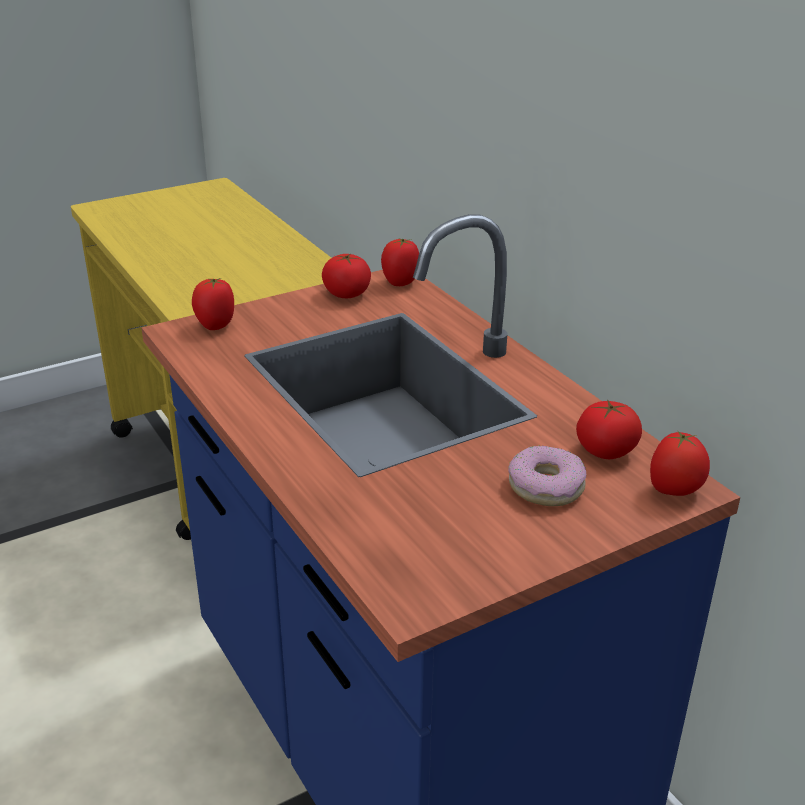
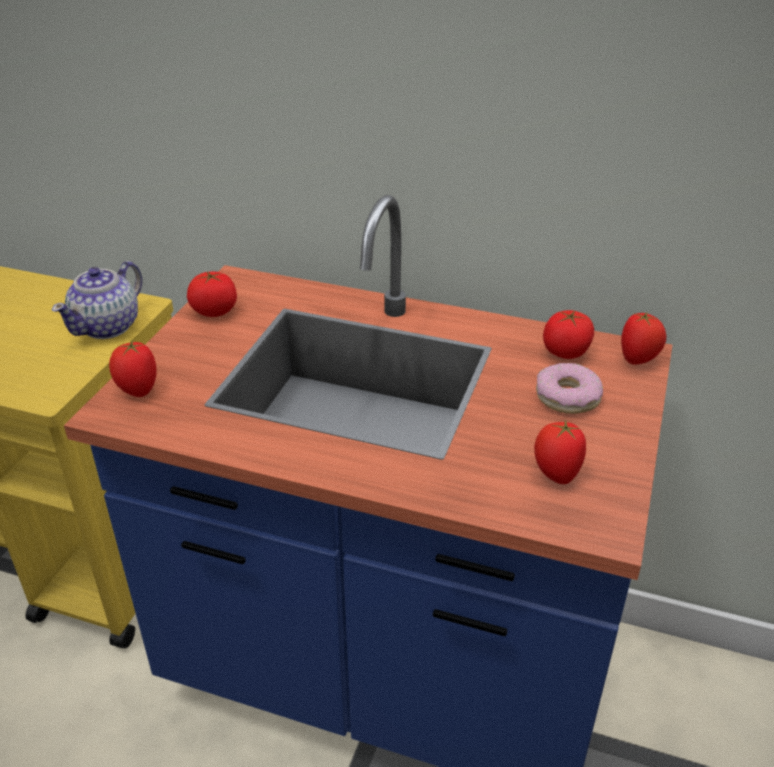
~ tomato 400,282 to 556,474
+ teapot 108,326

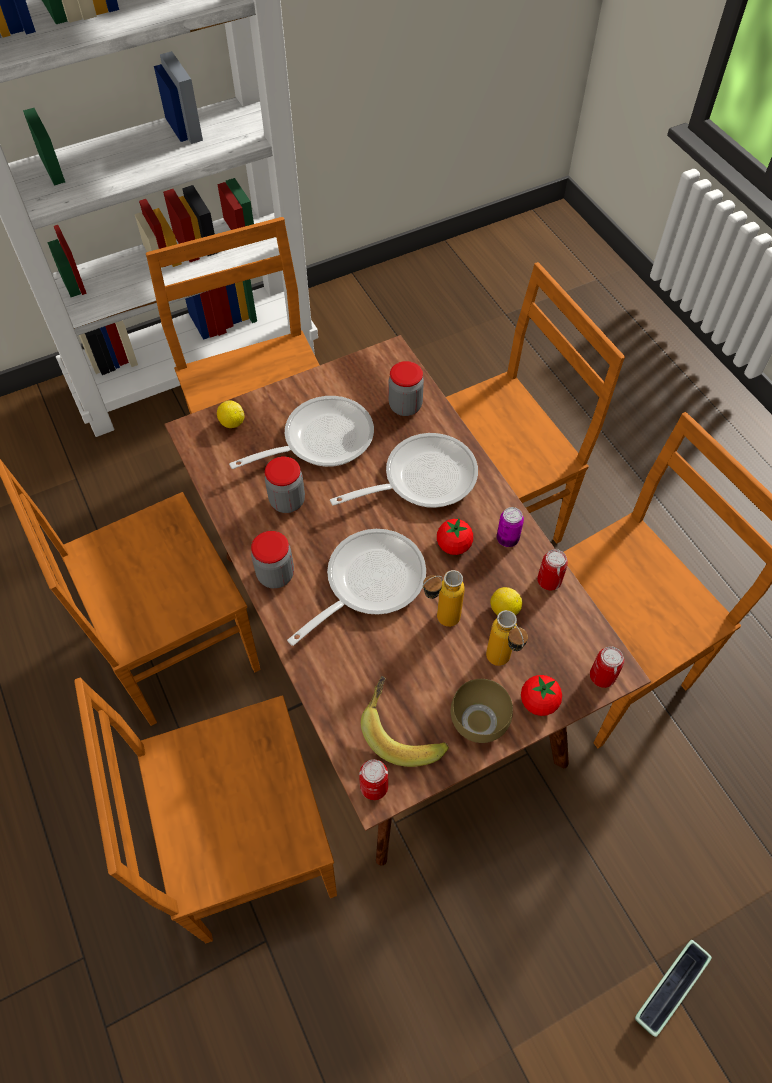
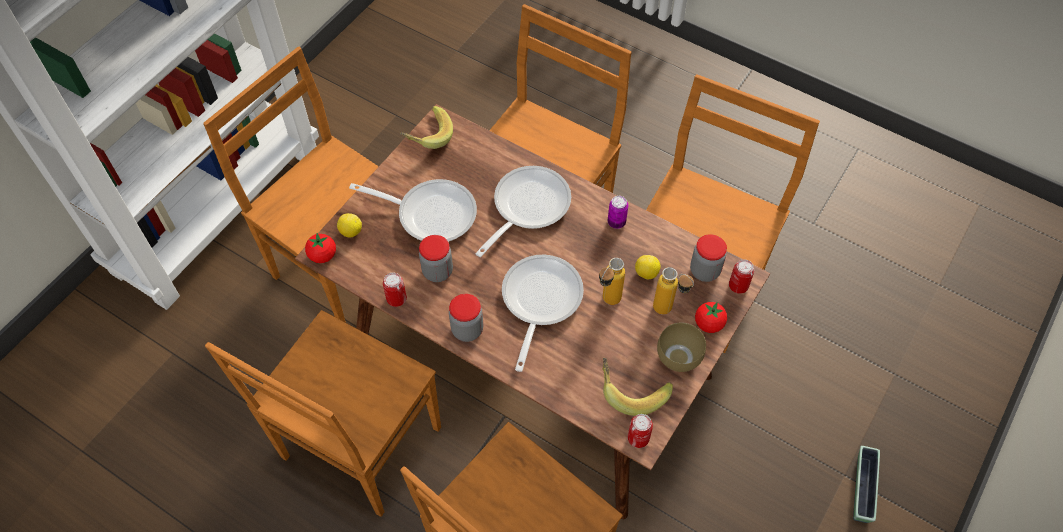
~ jar 405,406 to 704,271
~ frying pan 320,440 = 430,213 75 degrees clockwise
~ tomato 454,545 to 323,255
~ can 549,581 to 396,299
+ banana 426,136

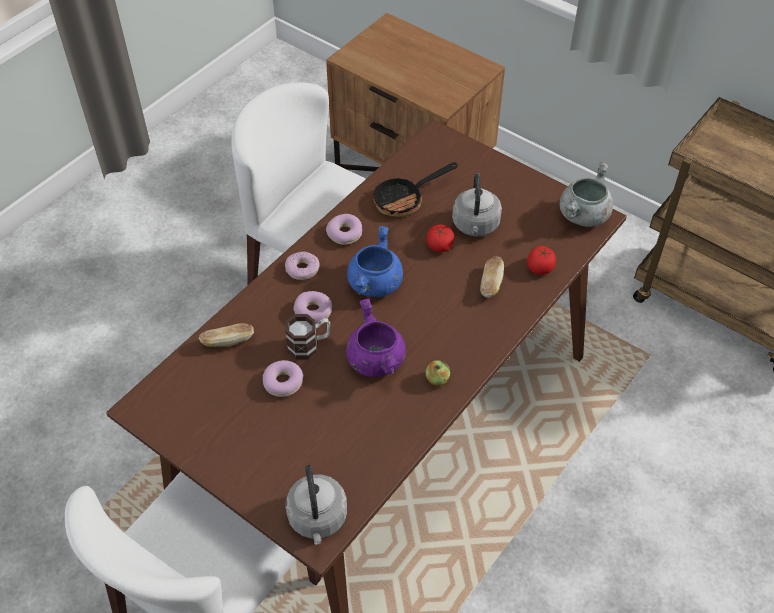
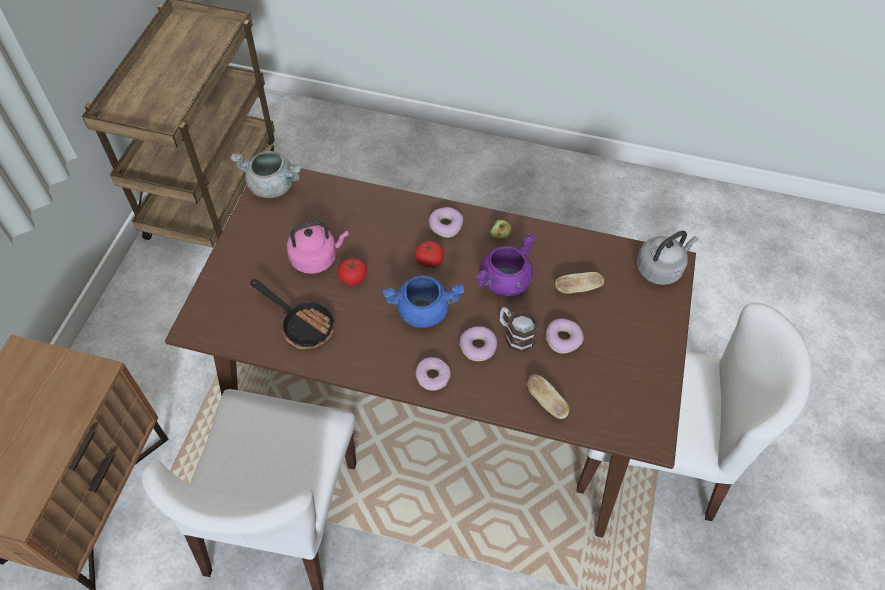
~ kettle (grey) 475,226 to kettle (pink) 316,258
~ donut 345,234 to 445,225
~ tomato 540,267 to 429,260
~ bread 490,284 to 577,288

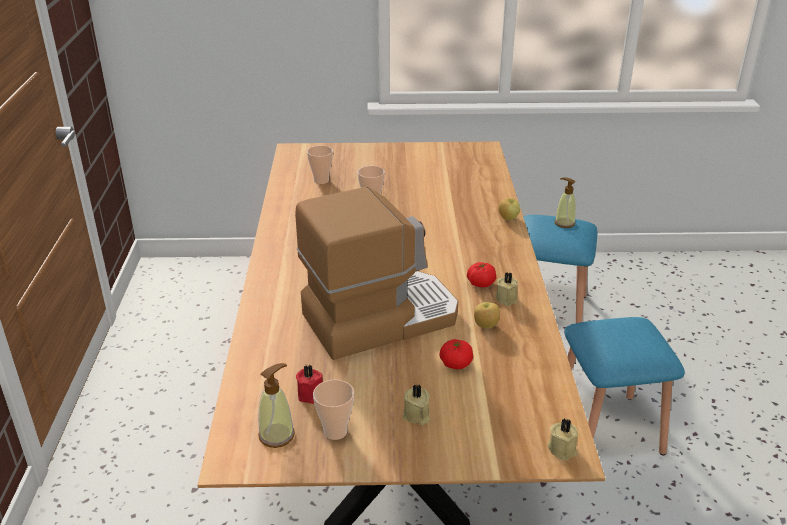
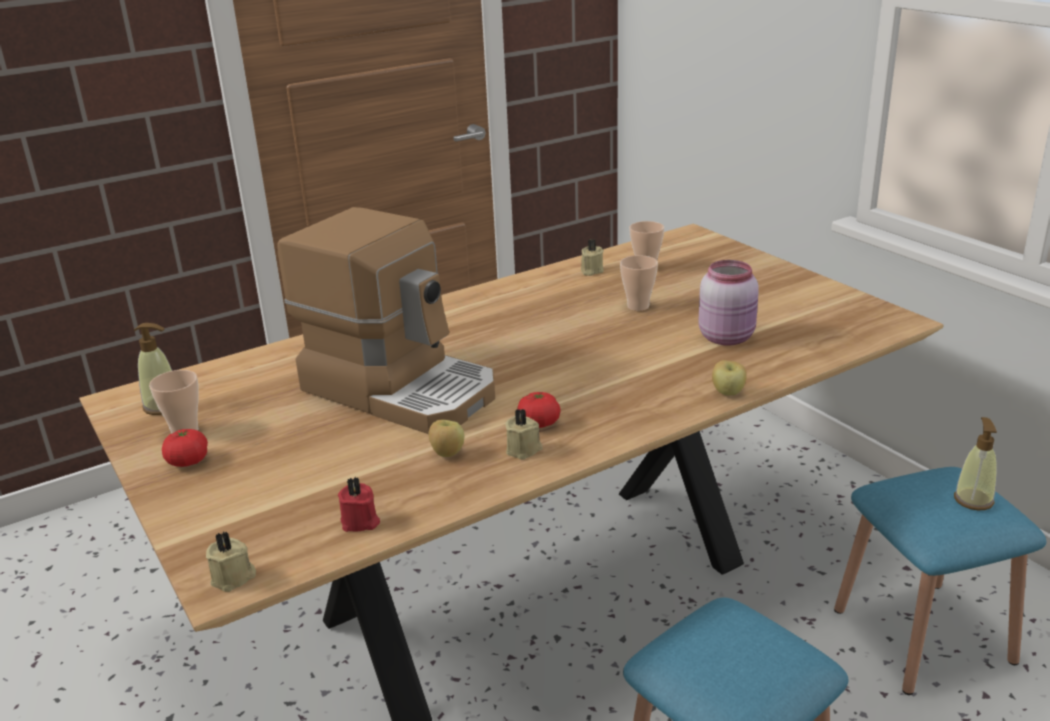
~ tomato 456,363 to 188,461
~ candle (red) 311,394 to 360,522
~ candle (beige) 416,416 to 591,271
+ jar (pink) 728,337

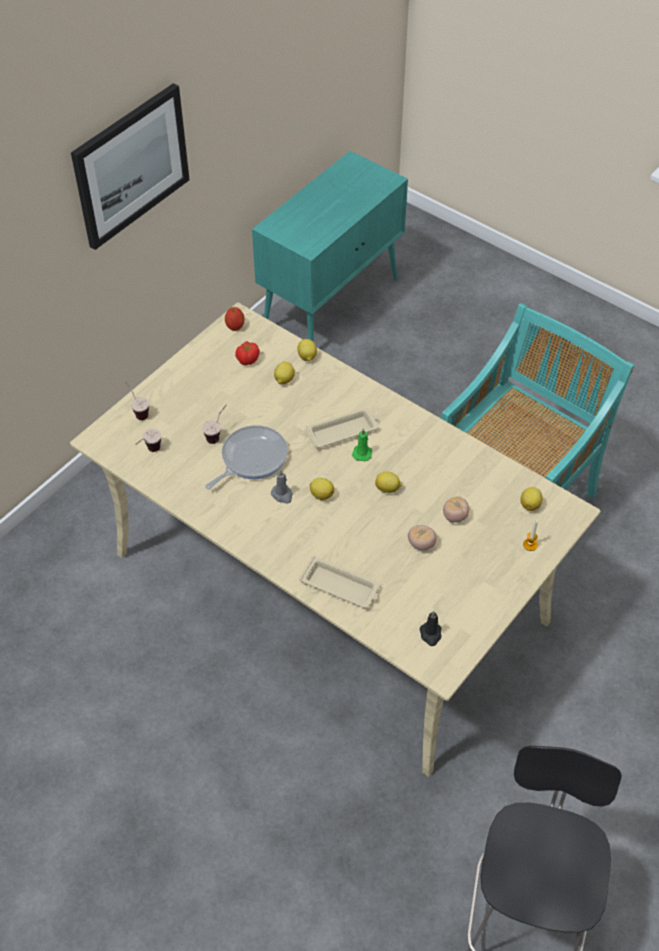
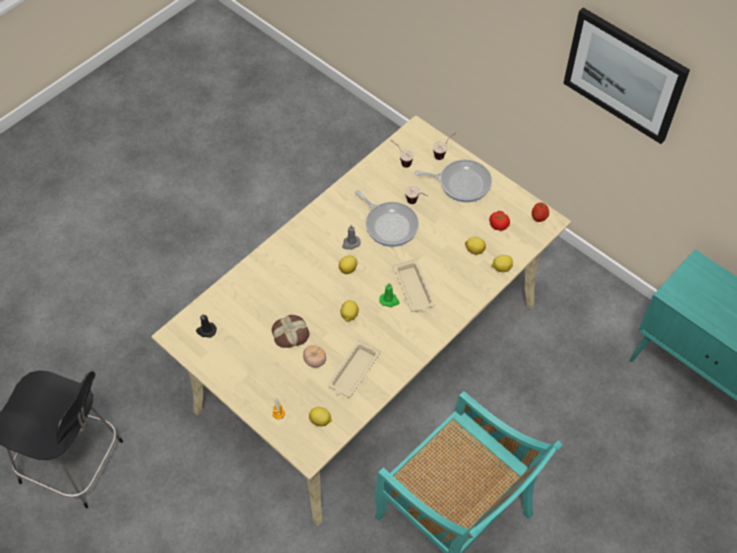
~ tomato 421,544 to bread 290,333
~ tray (beige) 341,586 to 353,371
+ frying pan 461,183

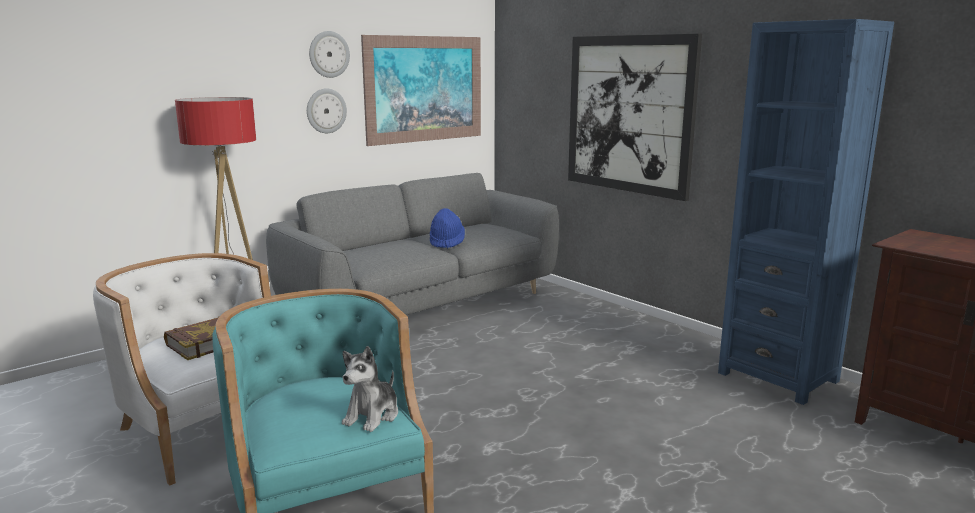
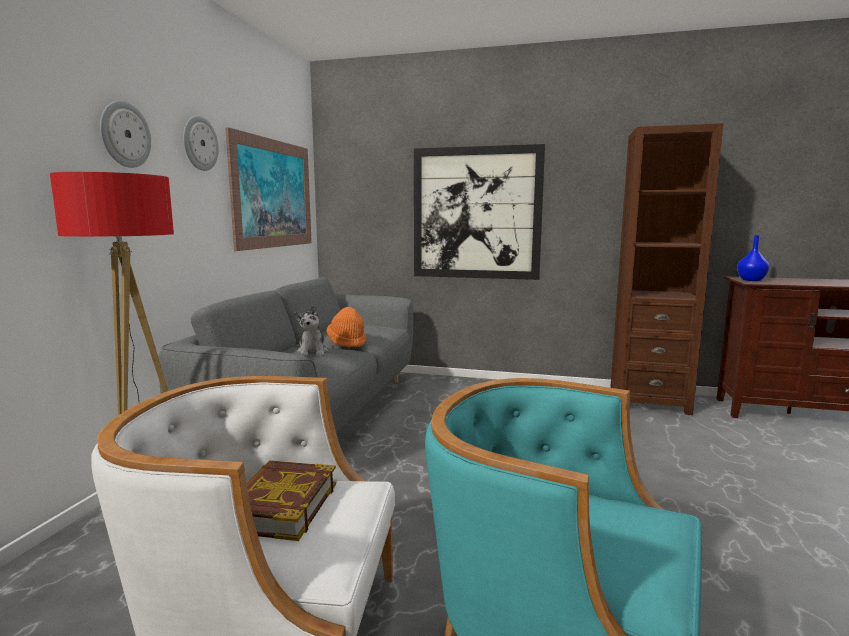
~ bookcase (blue) 778,377 to bookcase (brown) 648,401
~ wall clock 326,111 to 125,135
~ hat (blue) 446,242 to hat (orange) 347,342
~ plush toy 372,416 to 312,352
+ vase (blue) 752,280

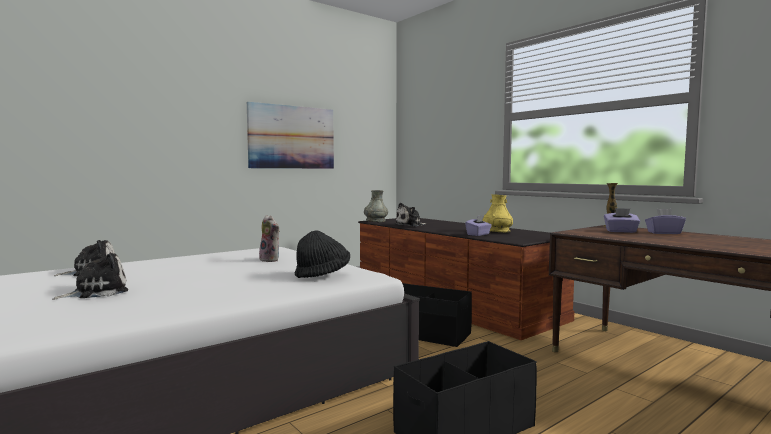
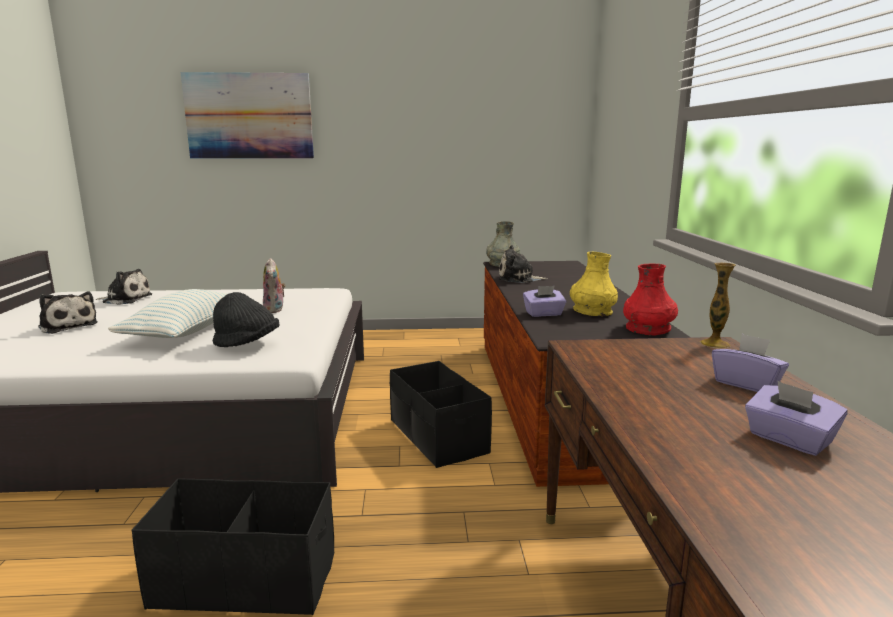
~ picture 292,137 to 249,116
~ tissue box (purple) 621,231 to 788,440
~ plush toy 97,292 = 68,326 45 degrees clockwise
+ vase (red) 648,329
+ pillow 187,332

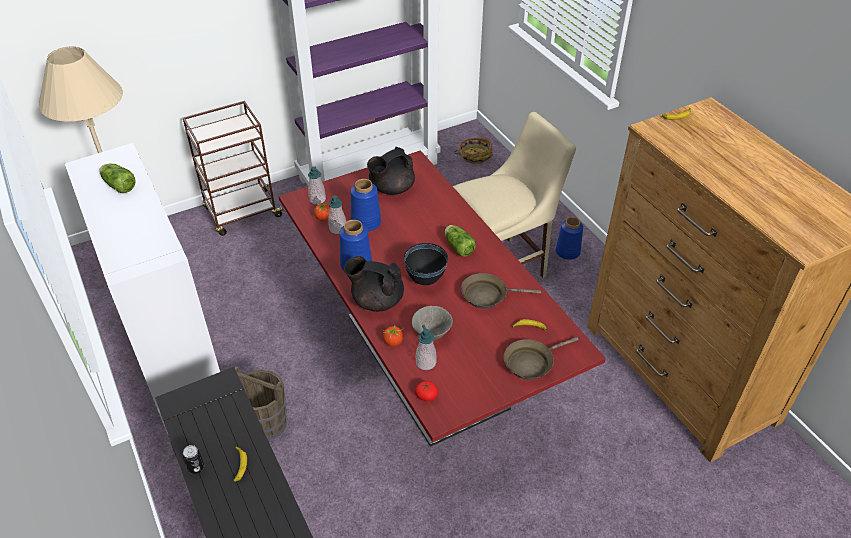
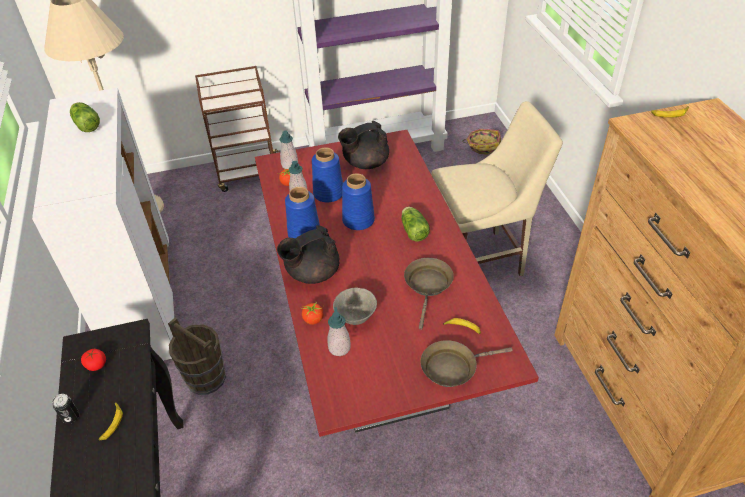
~ vase (blue) 567,252 to 358,220
- bowl (black) 426,279
~ teapot (black) 376,300 = 312,273 60 degrees counterclockwise
~ frying pan (brown) 487,295 = 428,286 90 degrees clockwise
~ tomato 426,395 to 96,364

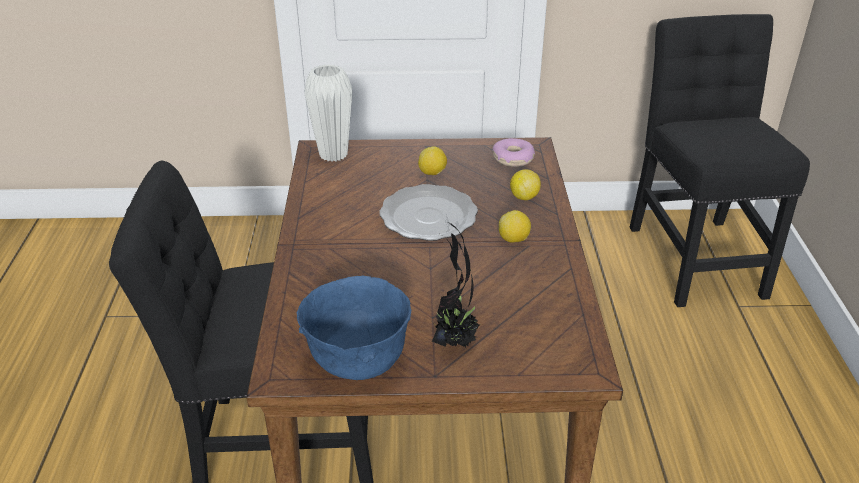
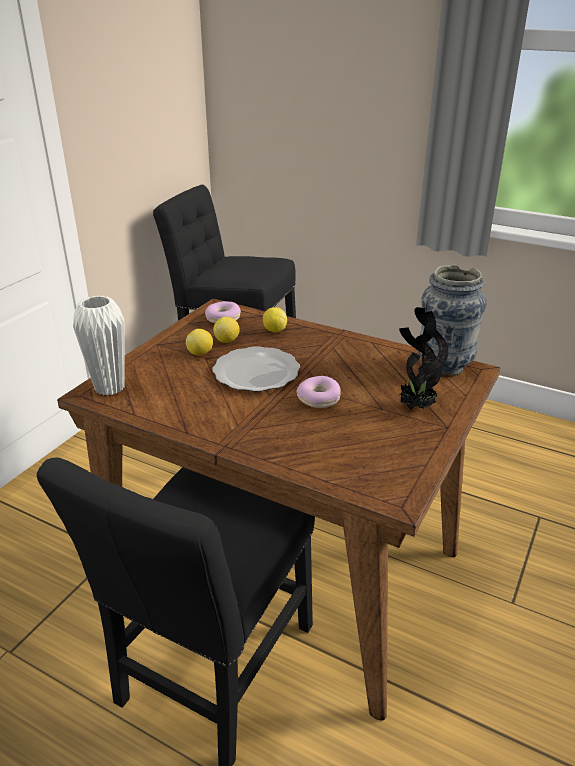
~ lemon 514,239 to 227,341
- bowl (blue) 358,362
+ vase 444,367
+ donut 319,399

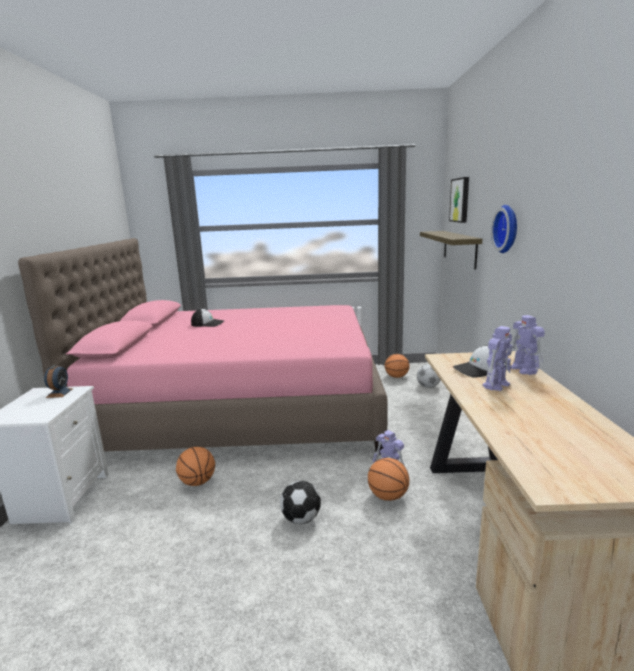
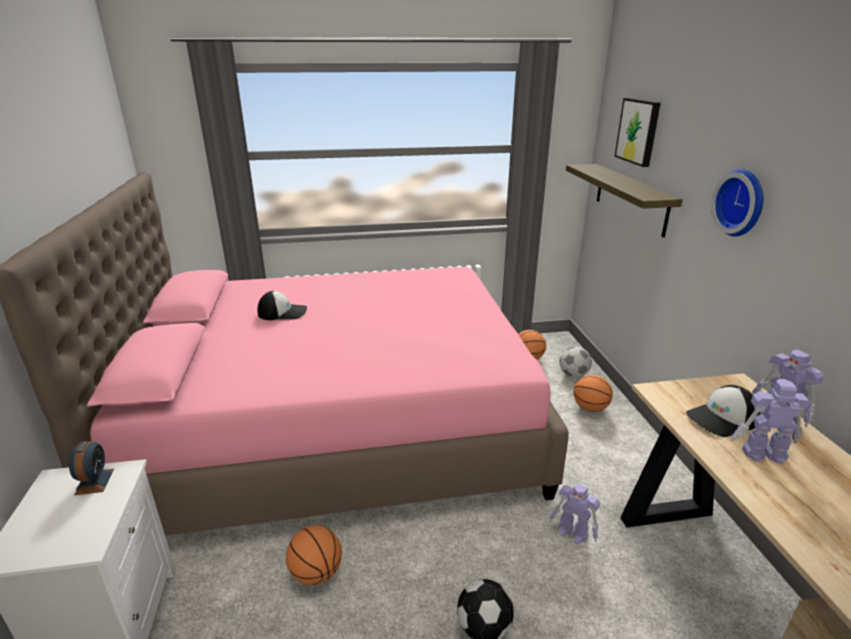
~ toy robot 496,385 = 762,453 120 degrees counterclockwise
~ basketball 388,496 to 590,408

